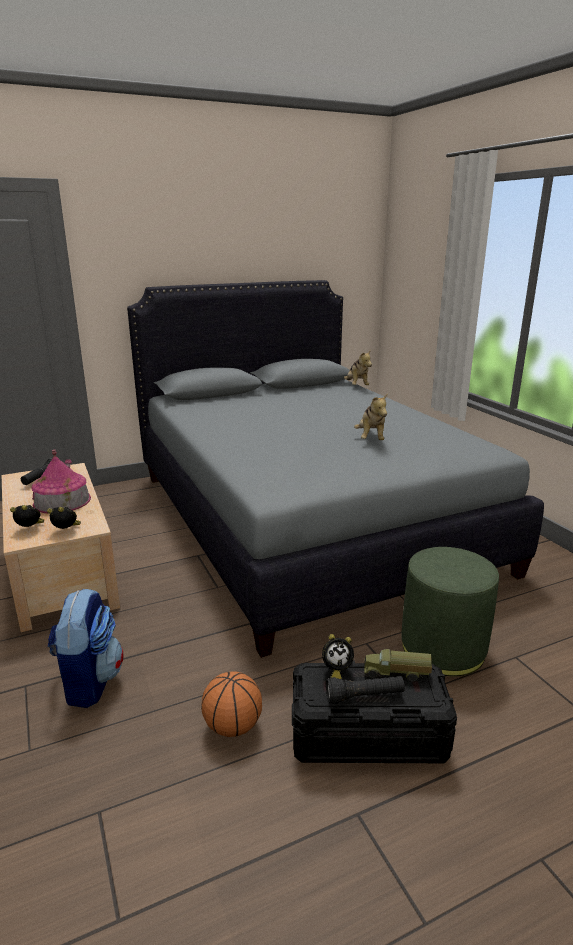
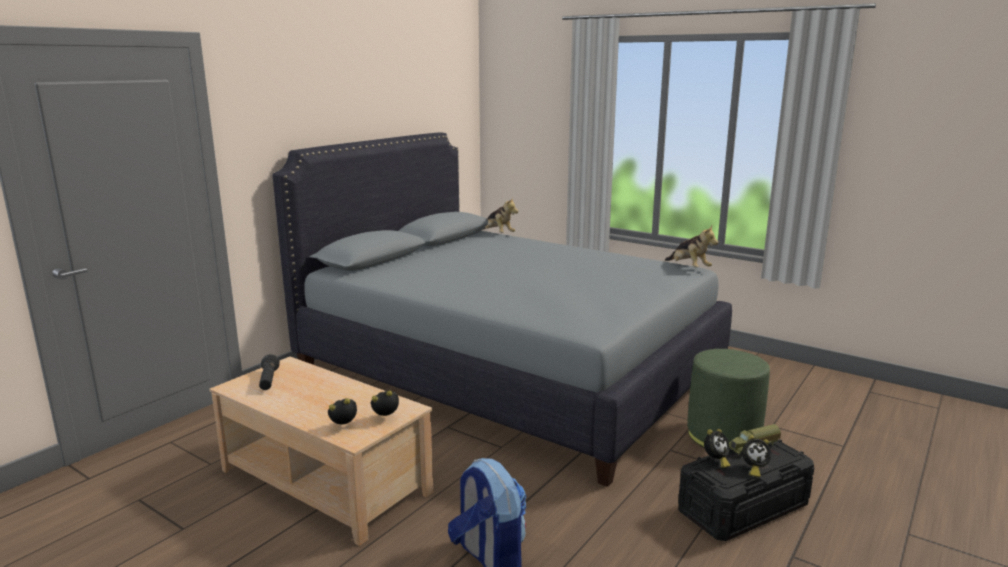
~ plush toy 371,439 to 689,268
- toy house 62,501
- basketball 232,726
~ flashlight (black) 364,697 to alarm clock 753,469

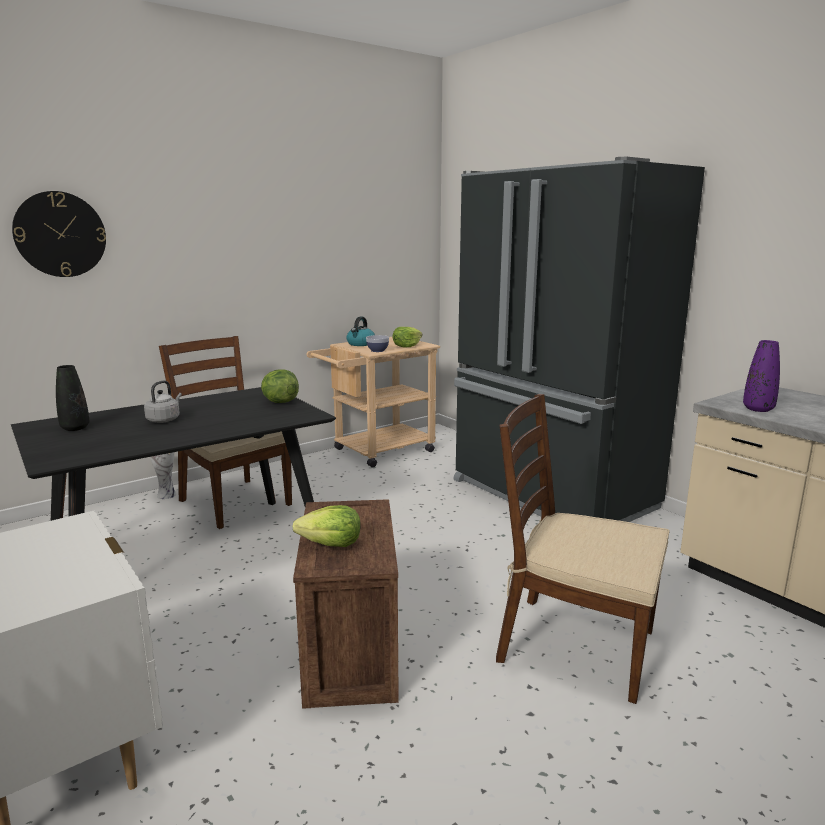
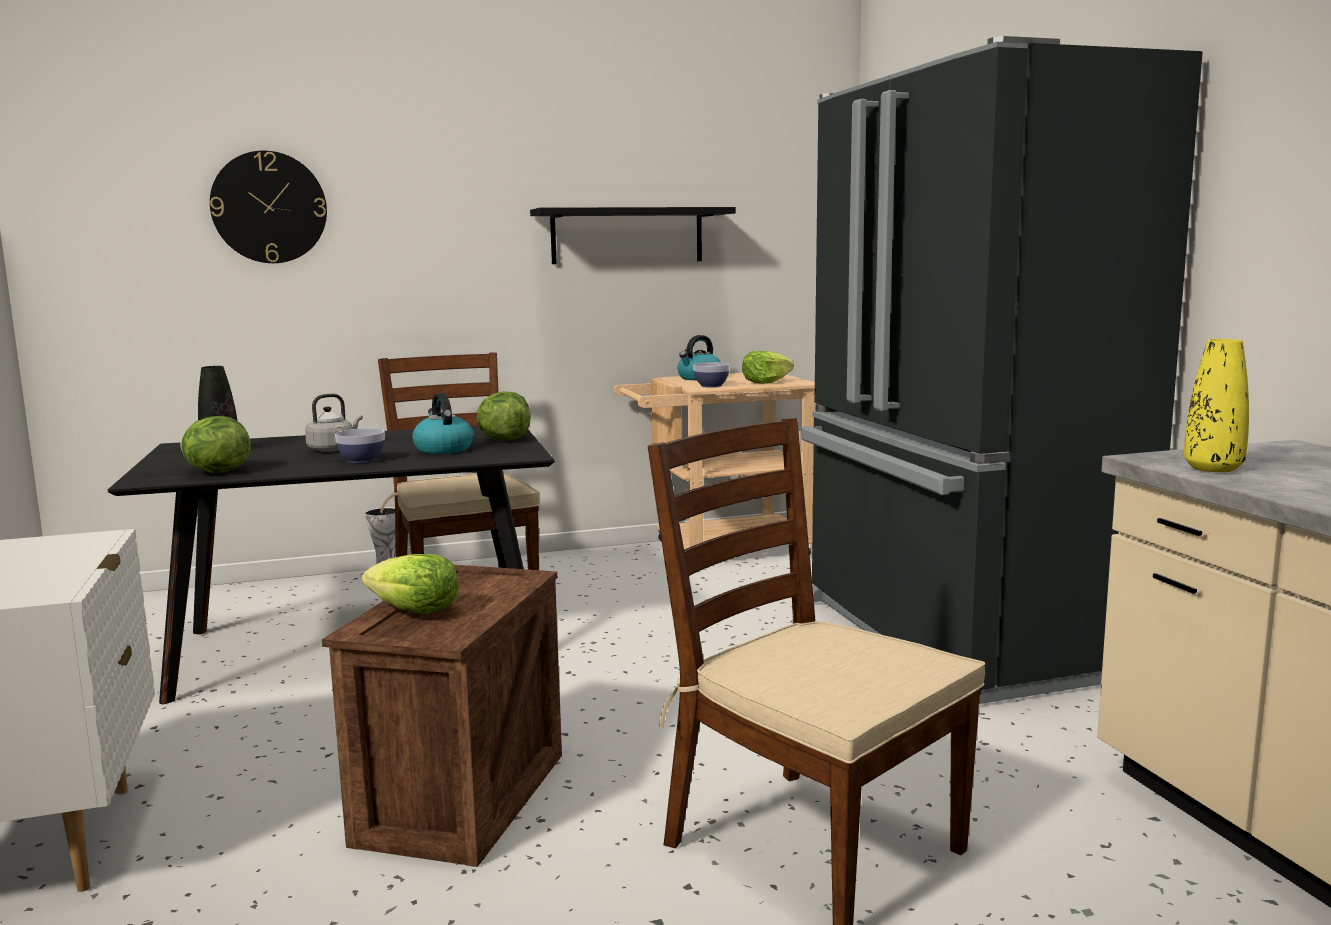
~ vase (purple) 758,409 to vase (yellow) 1213,468
+ shelf (black) 627,236
+ kettle 443,449
+ lettuce 216,472
+ bowl 361,460

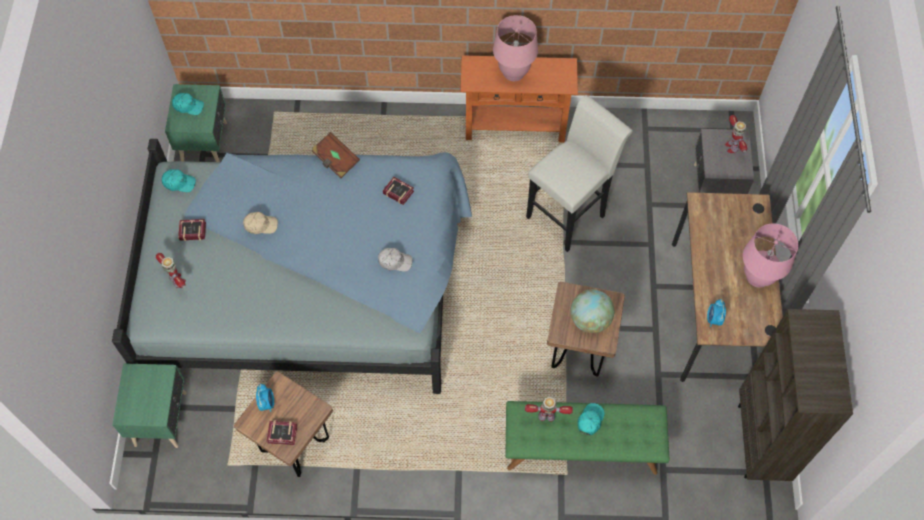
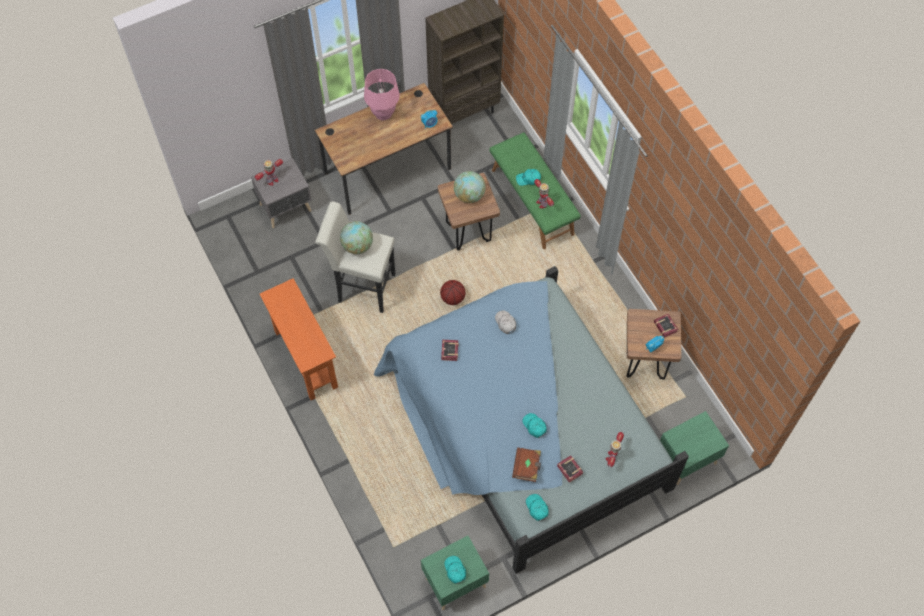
- table lamp (pink) 513,72
~ book (brown) 335,160 to 527,467
~ cap (beige) 260,225 to cap (turquoise) 534,426
+ globe 357,246
+ basketball 453,298

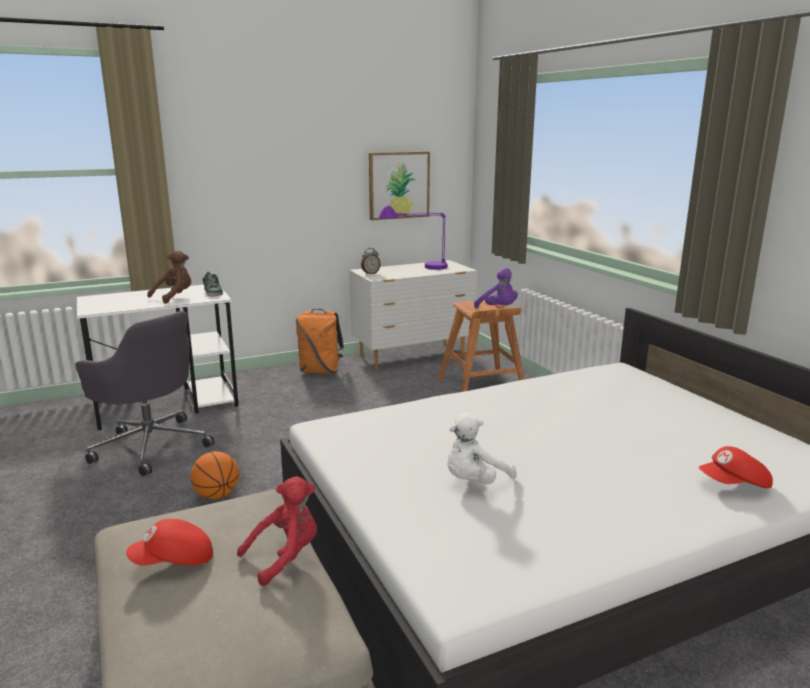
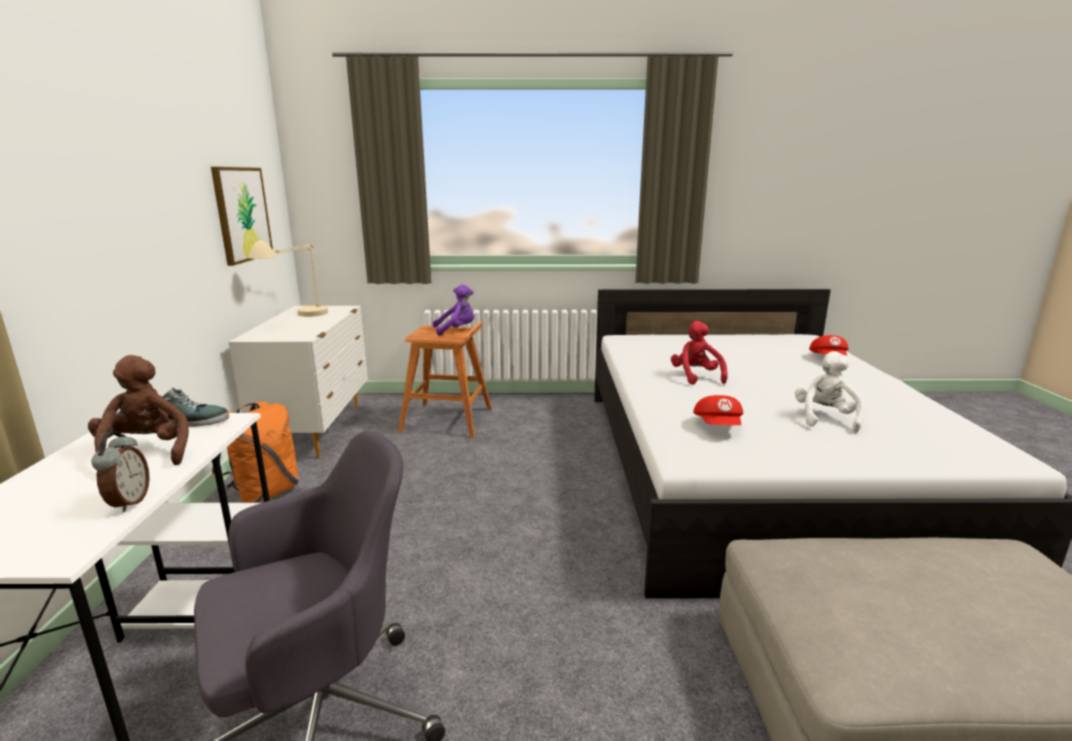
~ table lamp (purple) 416,268 to table lamp (beige) 297,319
~ alarm clock 370,273 to 128,502
~ plush toy (white) 474,481 = 825,418 150 degrees counterclockwise
- basketball 217,495
~ plush toy (red) 285,557 to 696,377
~ cap (red) 174,561 to 718,426

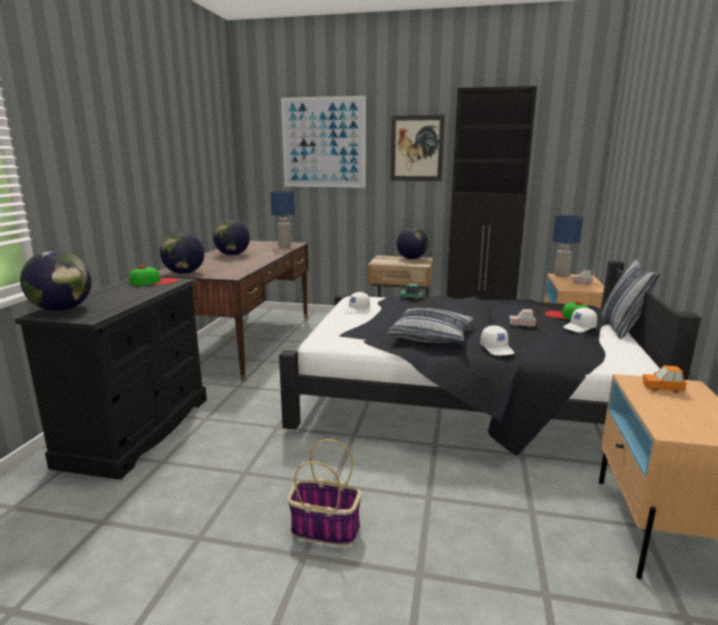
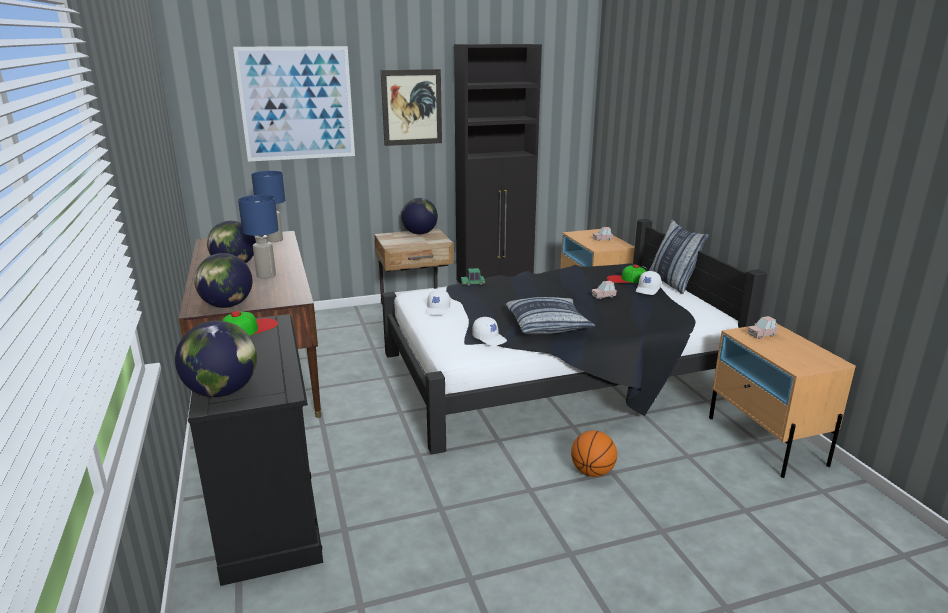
~ table lamp (blue) 562,275 to 267,275
~ cap (white) 497,349 to 490,338
~ toy car (orange) 662,389 to toy car (pink) 761,335
- basket 323,529
+ basketball 592,472

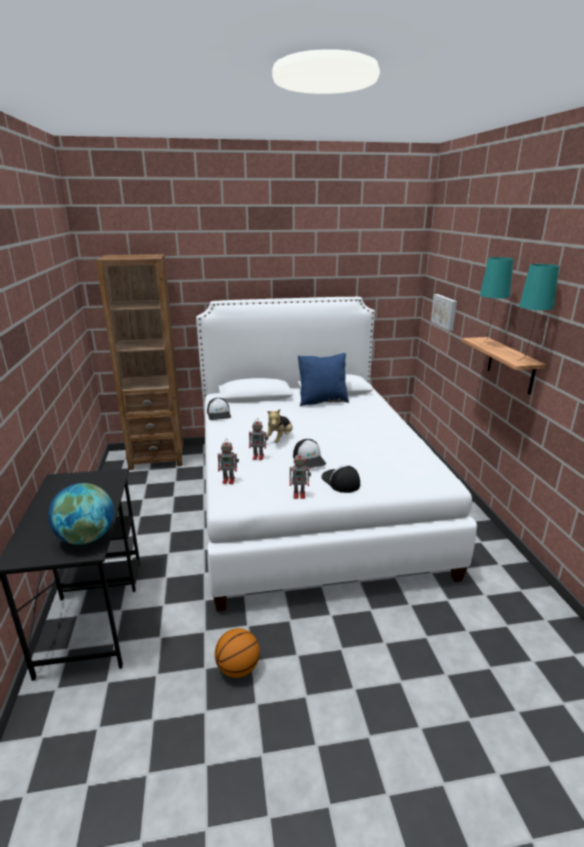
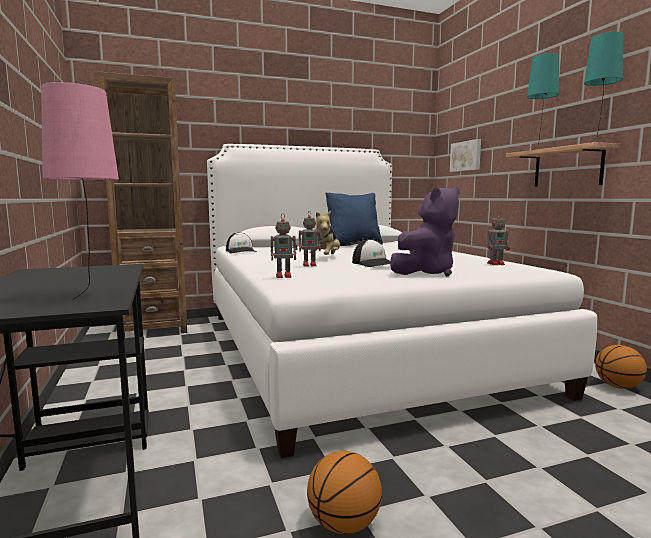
~ toy robot 300,495 to 496,264
~ cap 340,481 to plush toy (purple) 425,273
~ globe 87,538 to table lamp (pink) 92,297
+ basketball 618,387

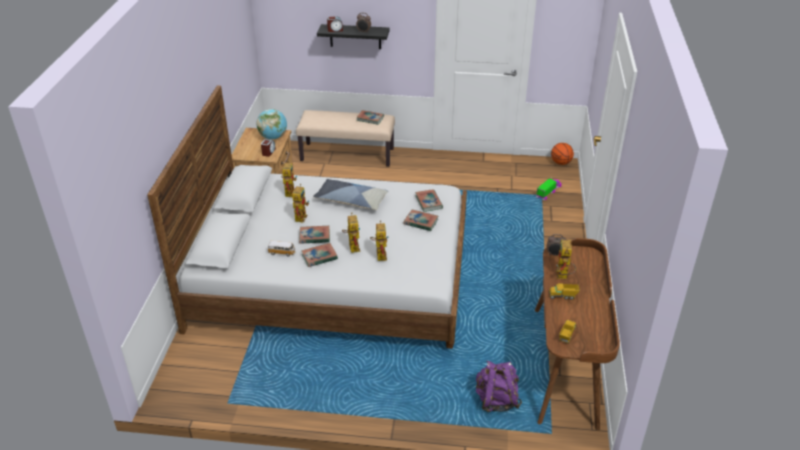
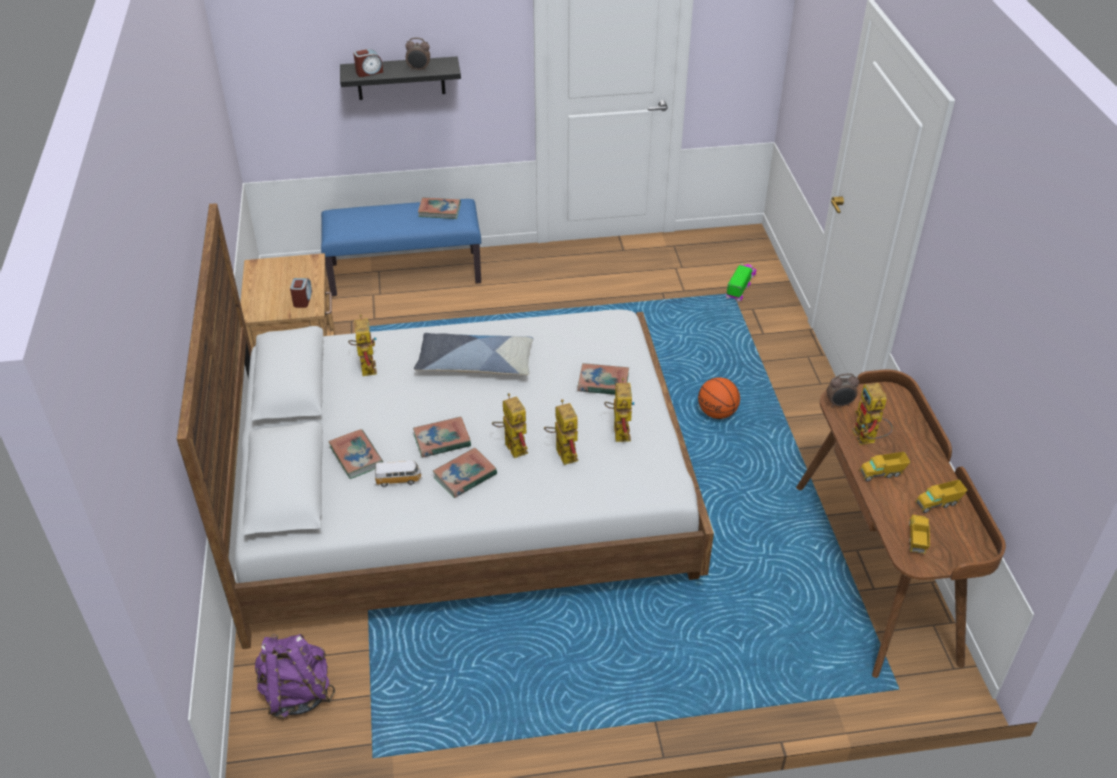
- globe 273,137
~ bench (beige) 347,154 to bench (blue) 406,273
~ basketball 561,163 to 717,413
~ toy robot 300,216 to 619,430
~ book 428,202 to 356,456
~ backpack (purple) 496,400 to 297,693
+ toy truck 938,503

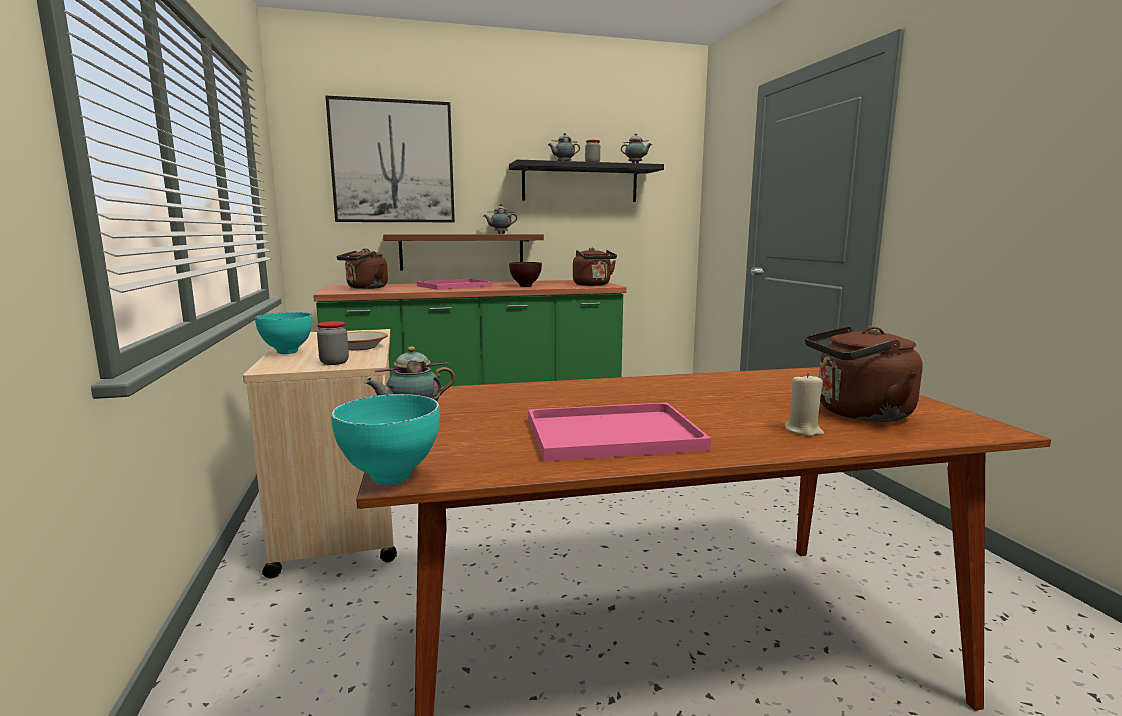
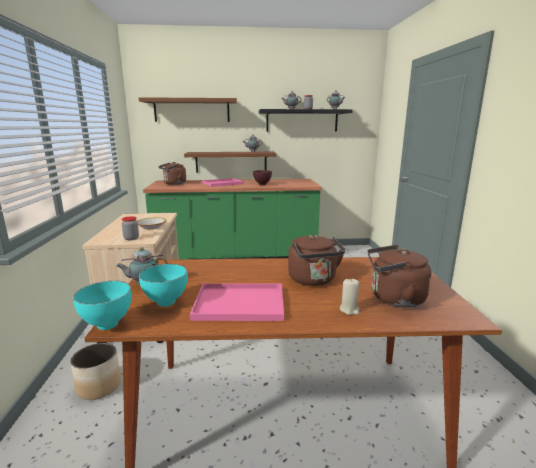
~ picture 393,162 to shelf (brown) 192,110
~ kettle (brown) 593,285 to 313,280
~ bowl (turquoise) 289,352 to 167,303
+ planter 99,386

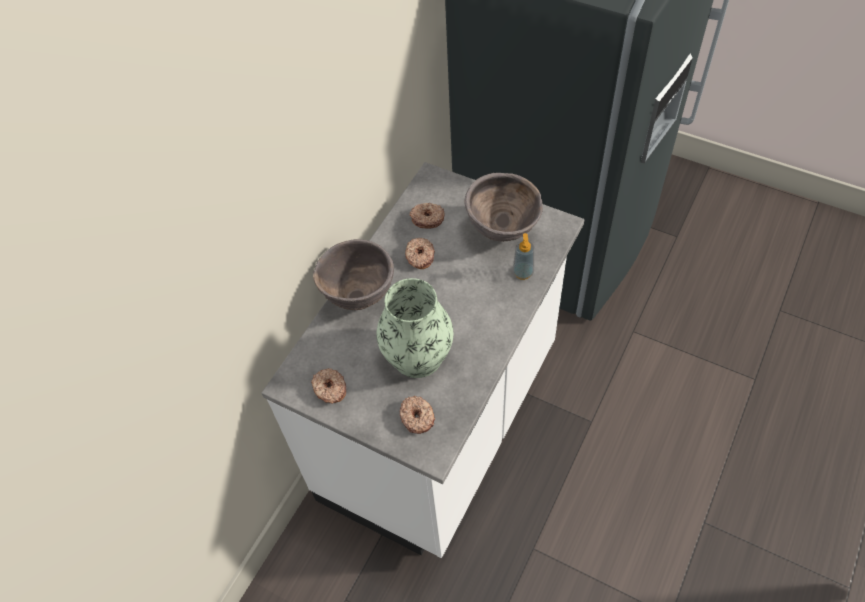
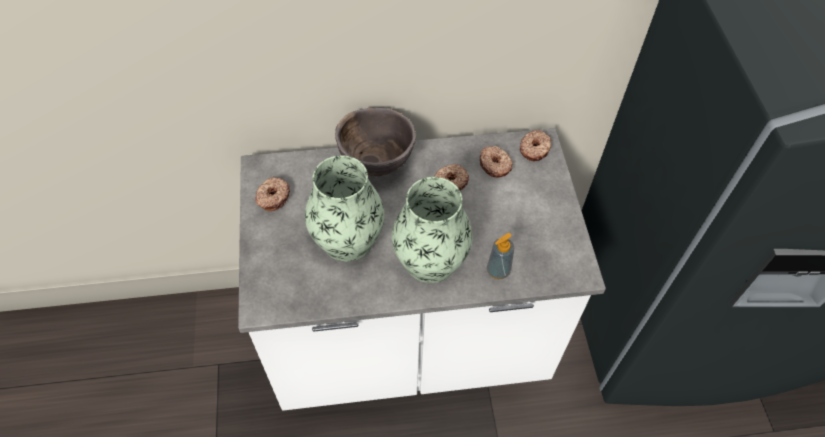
- bowl (brown) 502,229
~ donut 417,417 to 535,149
+ vase 430,260

